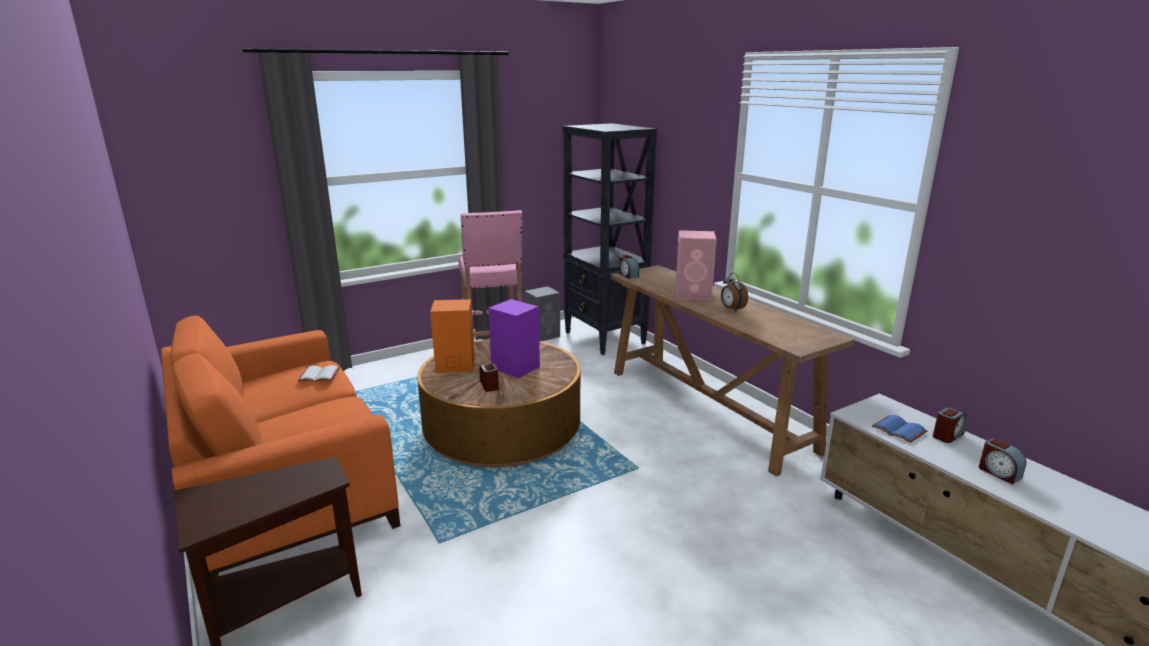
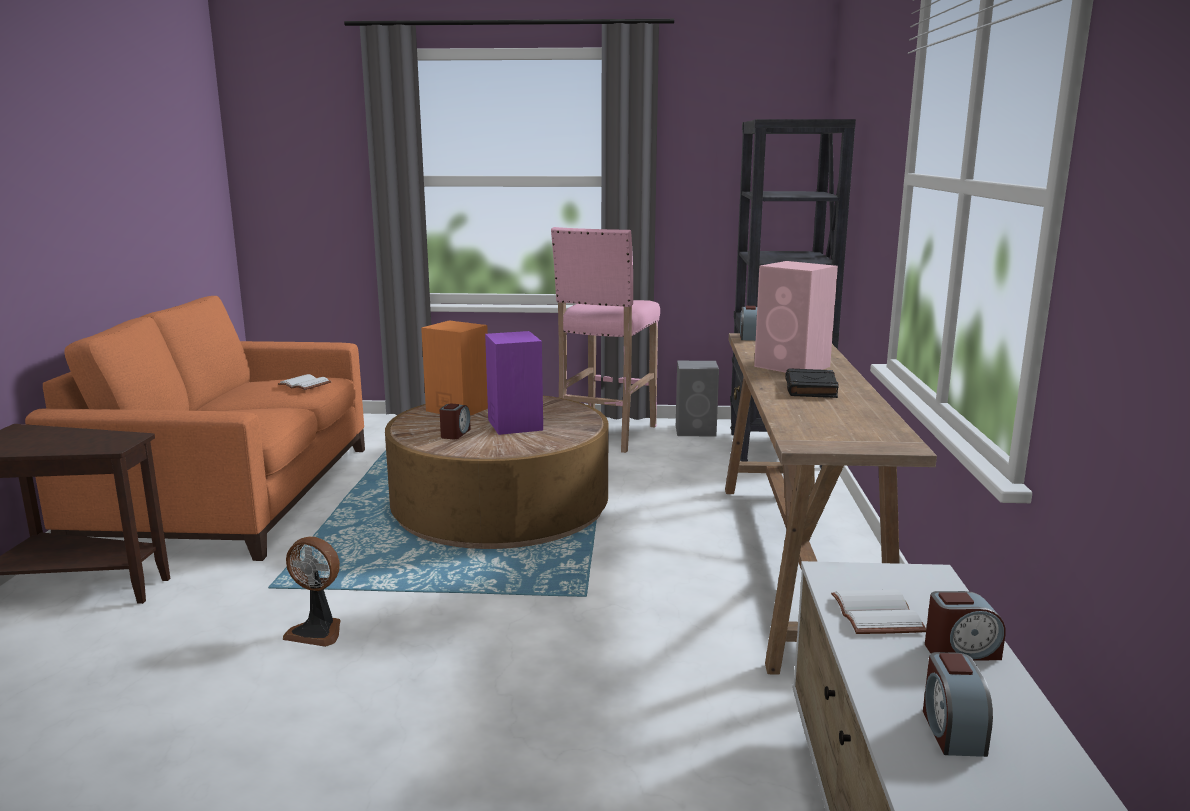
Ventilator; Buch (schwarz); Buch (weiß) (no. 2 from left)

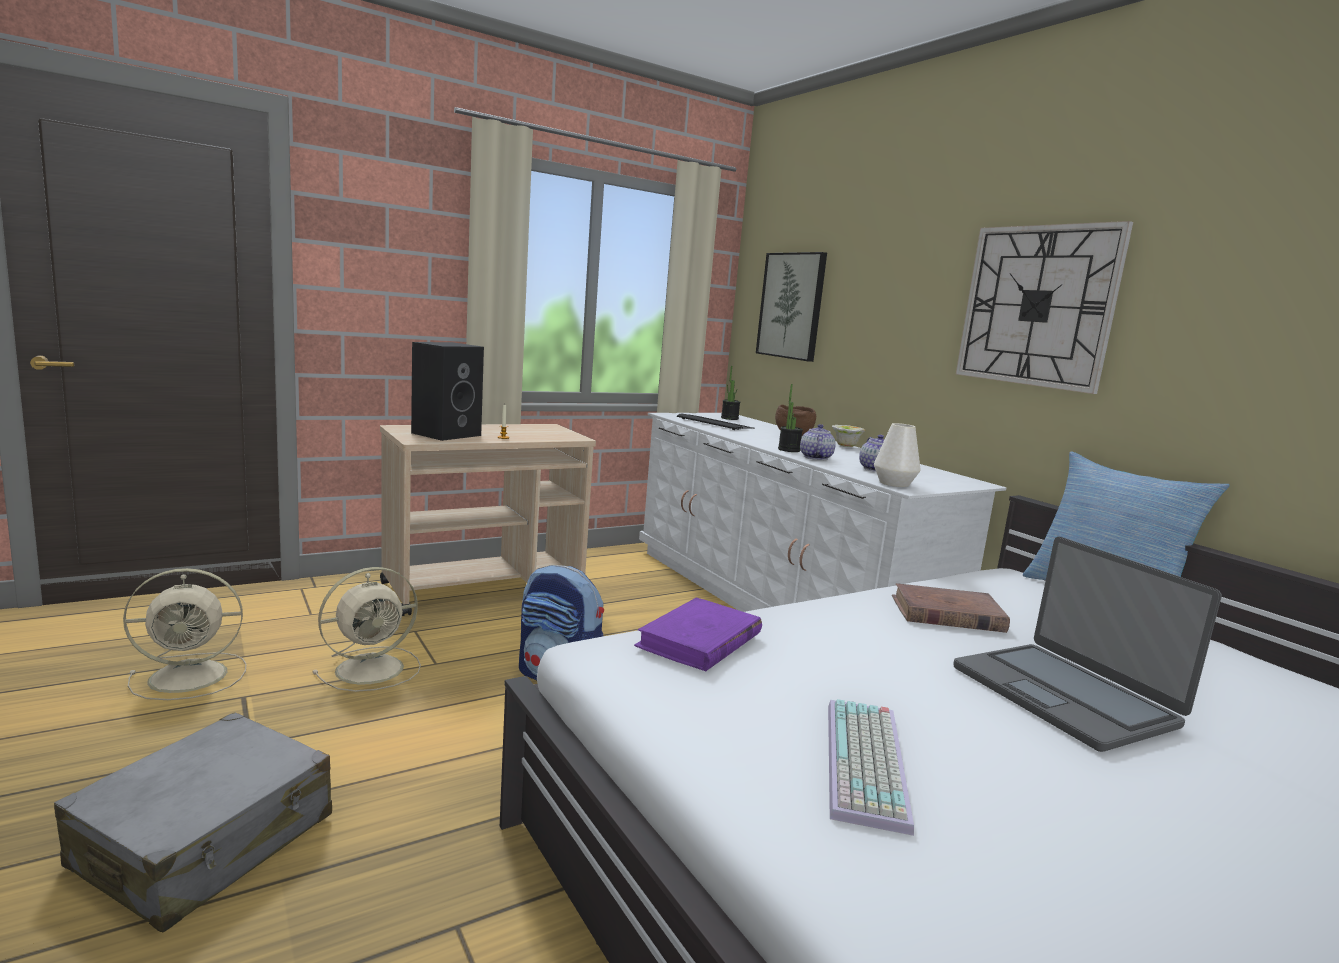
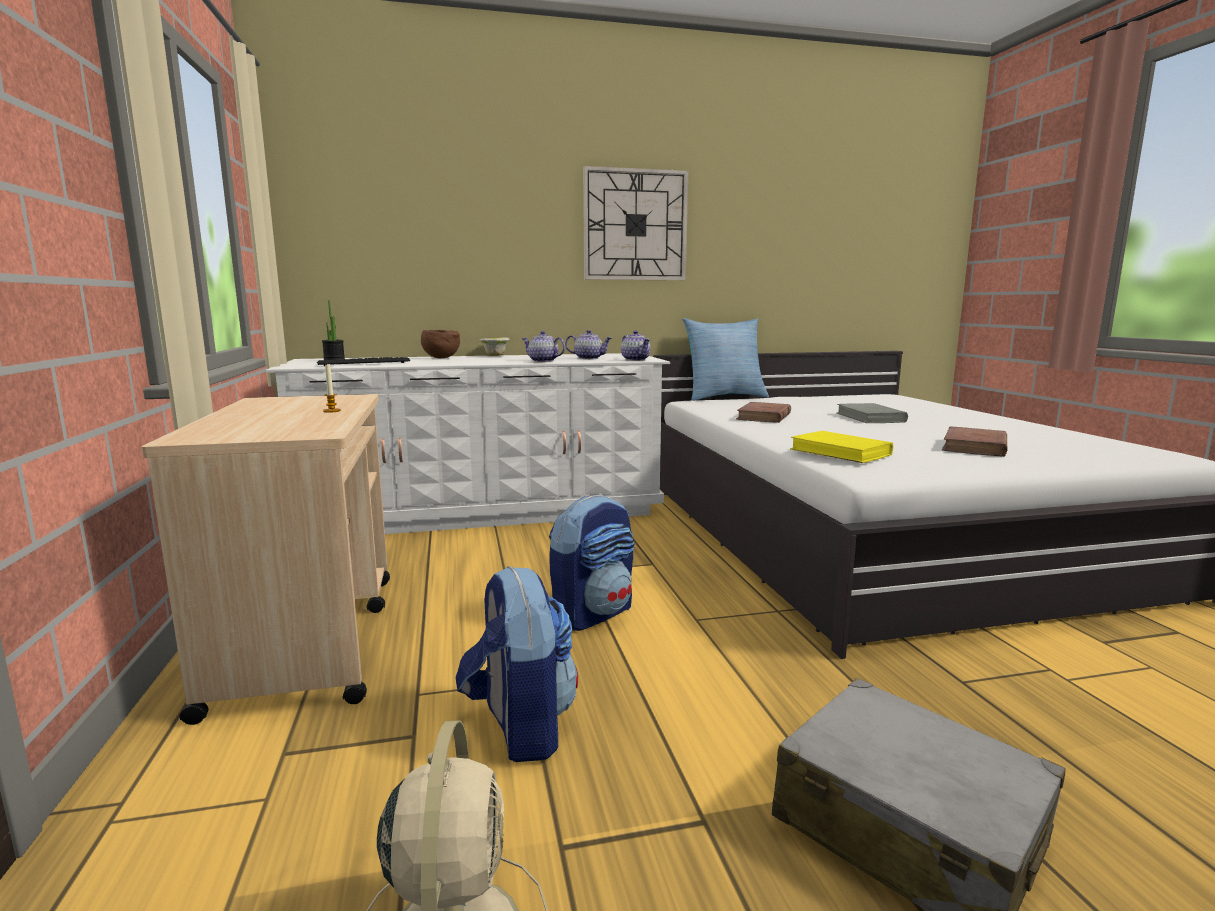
Rucksack (no. 1 from left); Teekanne (no. 3 from left); Buch (gelb); Buch (grau); Buch (braun) (no. 2 from left); Lautsprecher (schwarz); Bild; Topfpflanze (no. 2 from left in the first image)

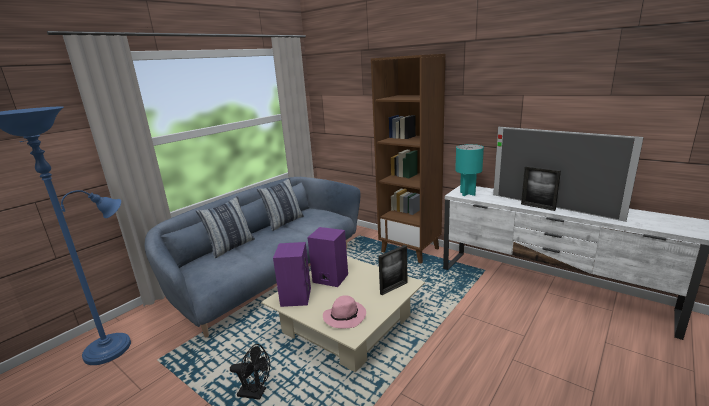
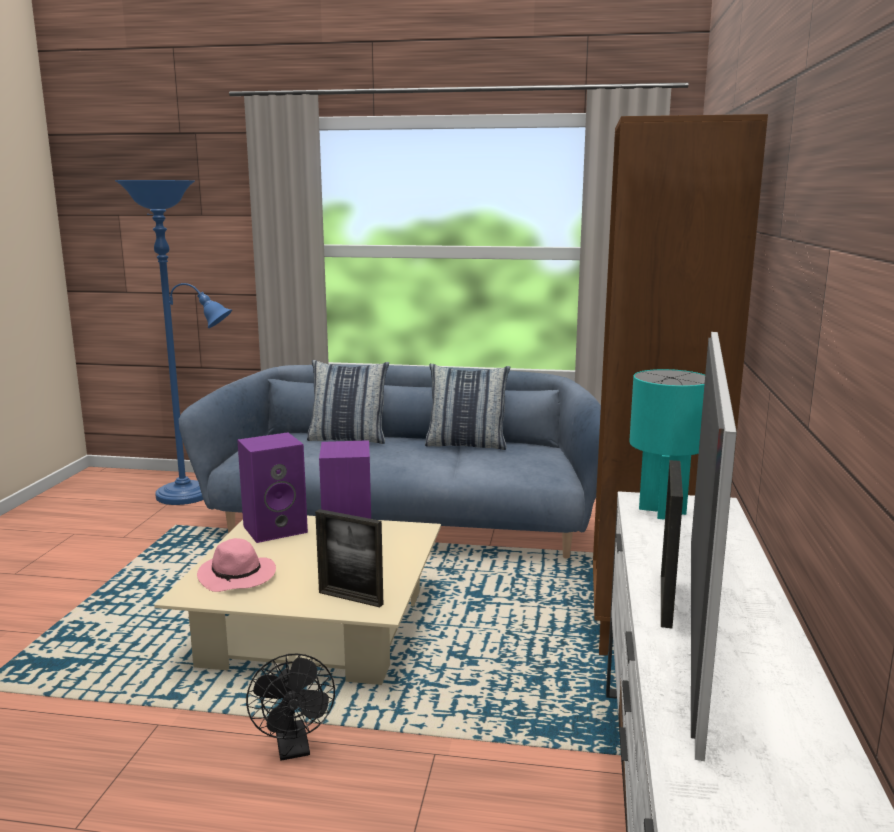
Ventilator (schwarz)

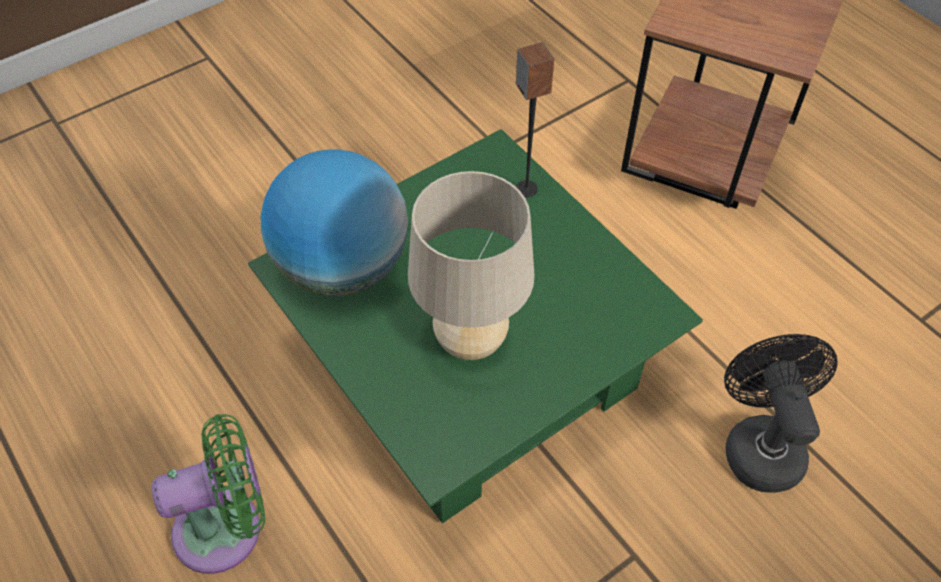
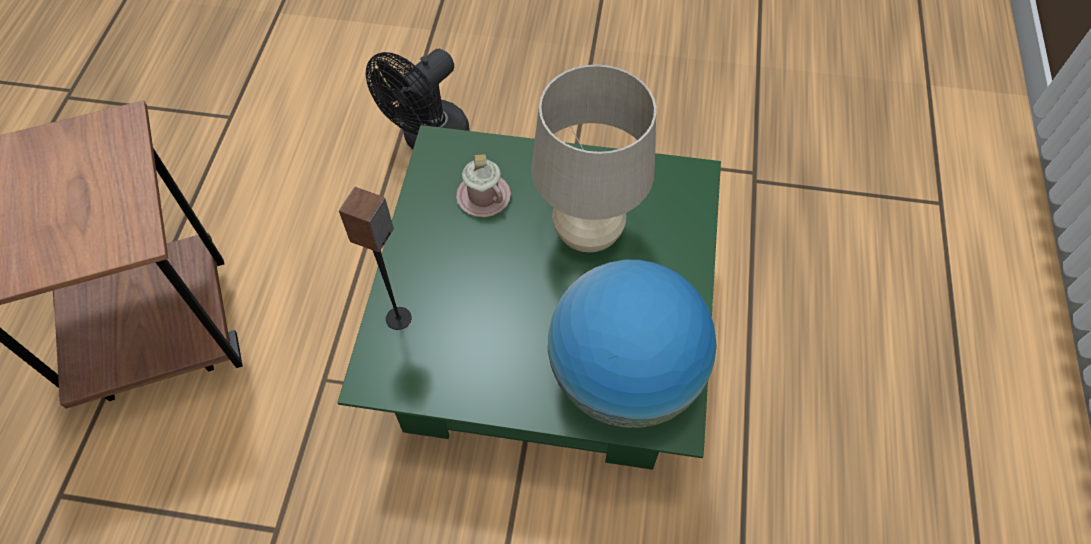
Henkelbecher (rosa); Ventilator (grün)

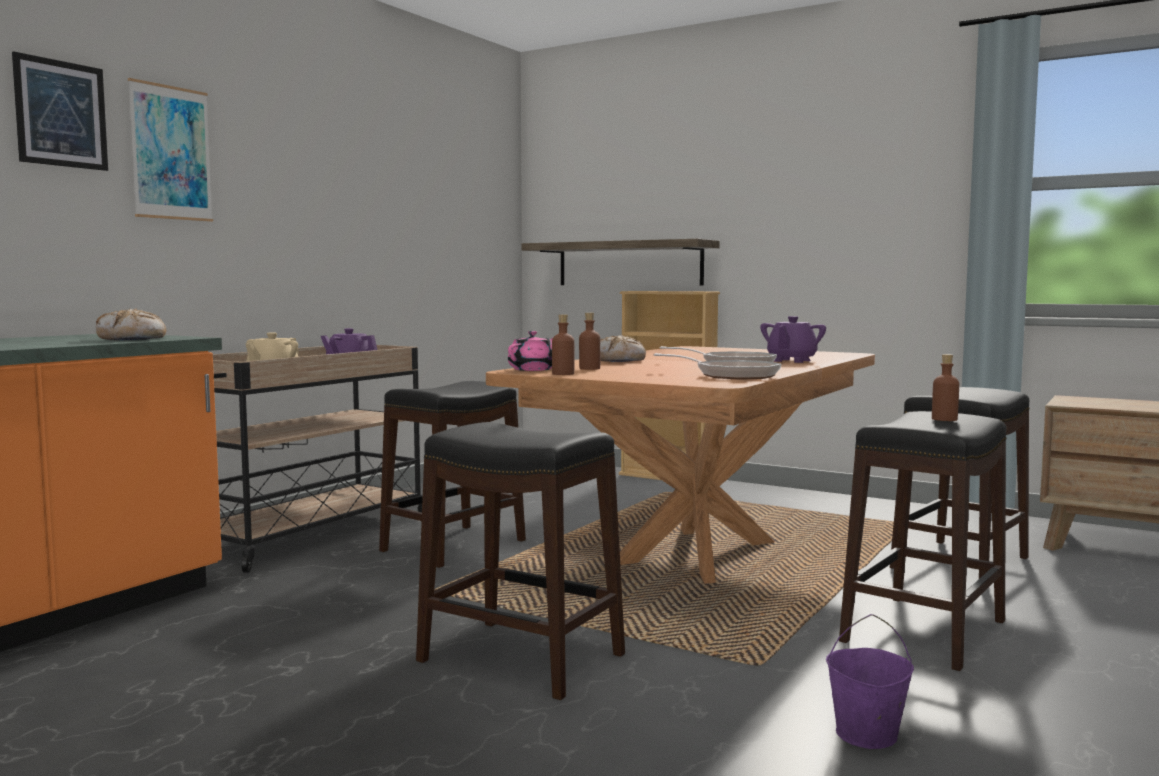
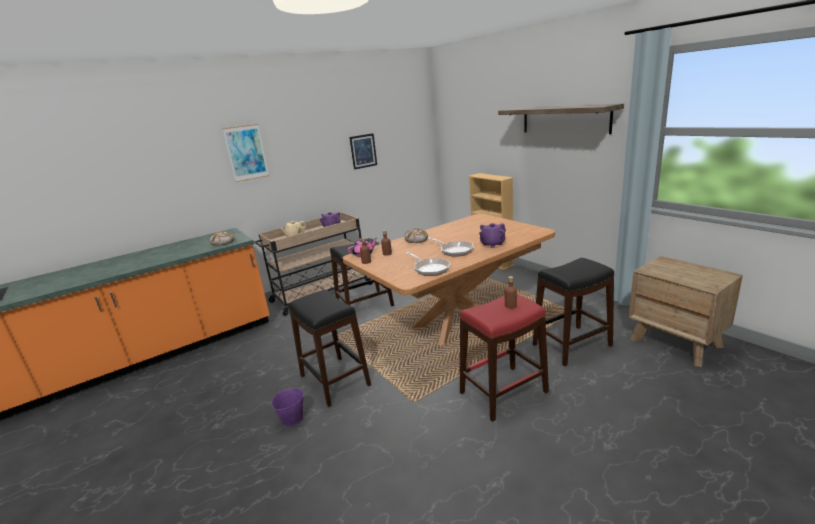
Eimer (lila); Bild (no. 2 from left); Hocker (rot); Wandregal

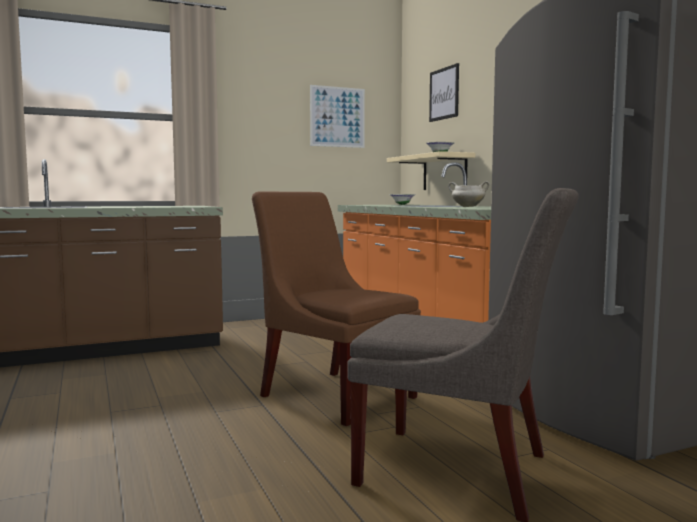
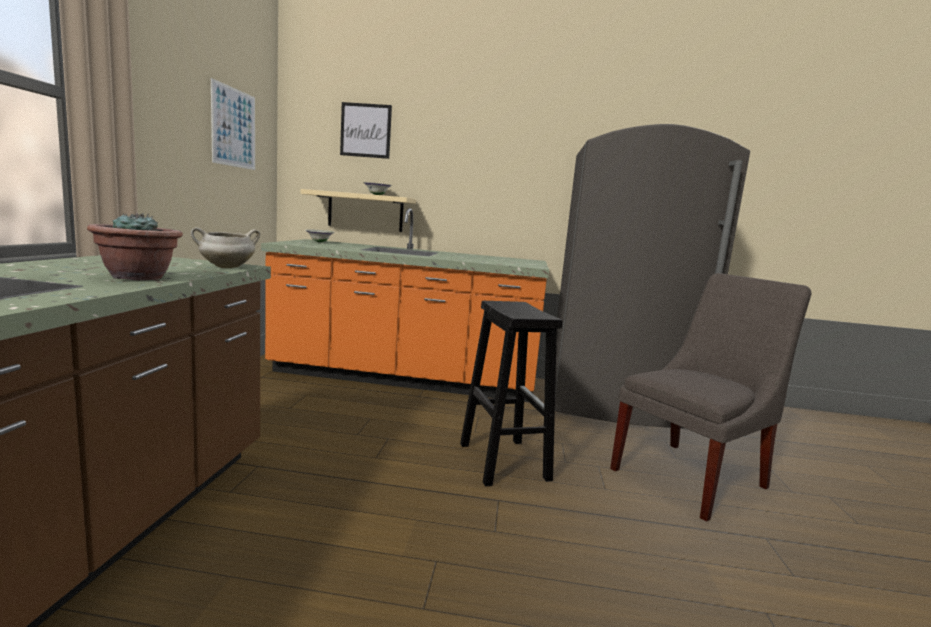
Topfpflanze; Kochtopf (weiß); Hocker (schwarz)

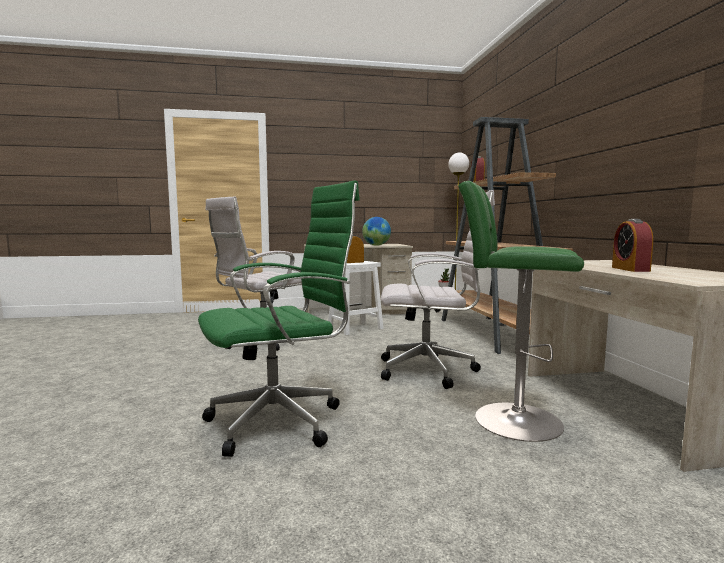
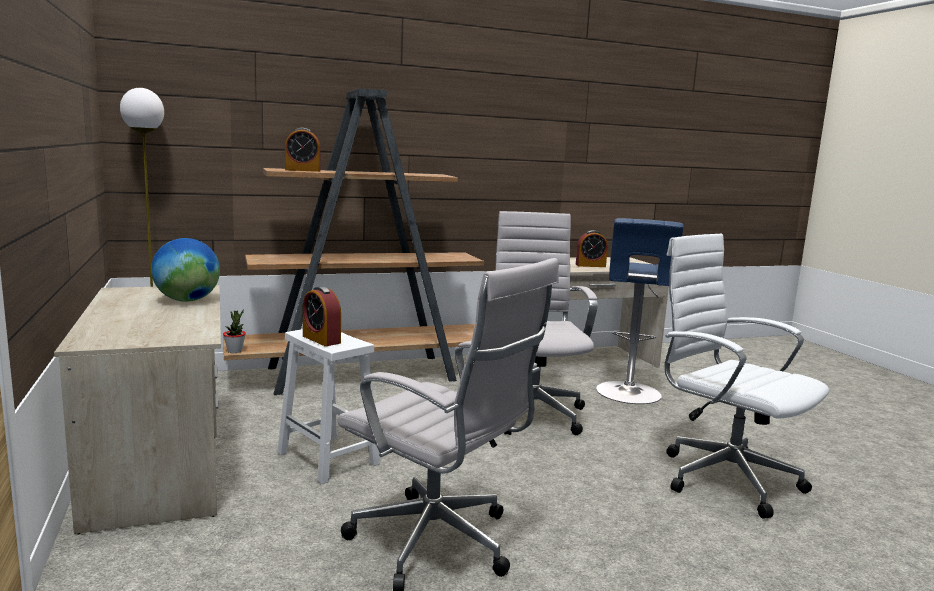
Hocker (blau); Bürostuhl (weiß) (no. 3 from left)

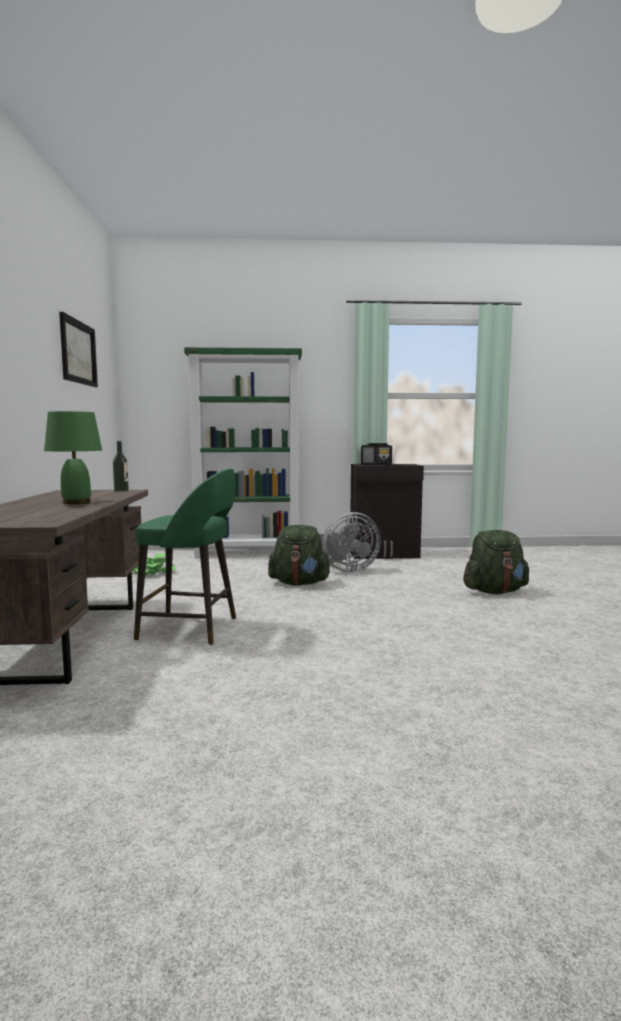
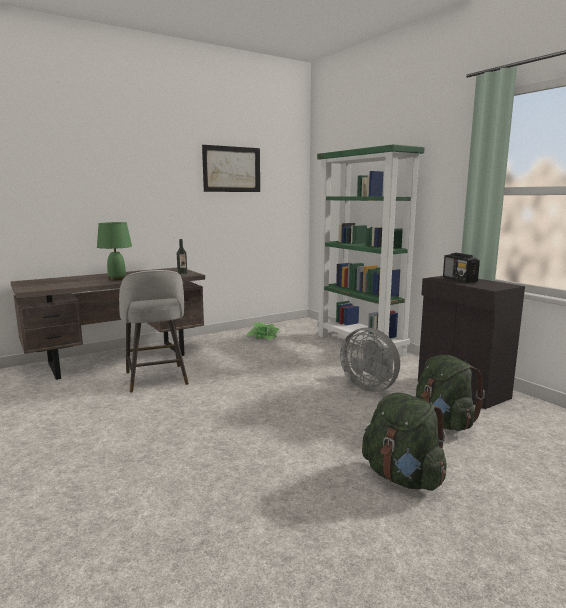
Hocker (grau); Rucksack (grün) (no. 2 from left)

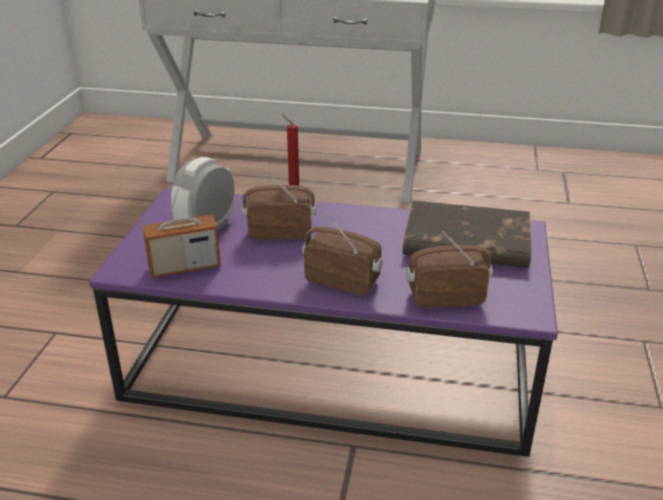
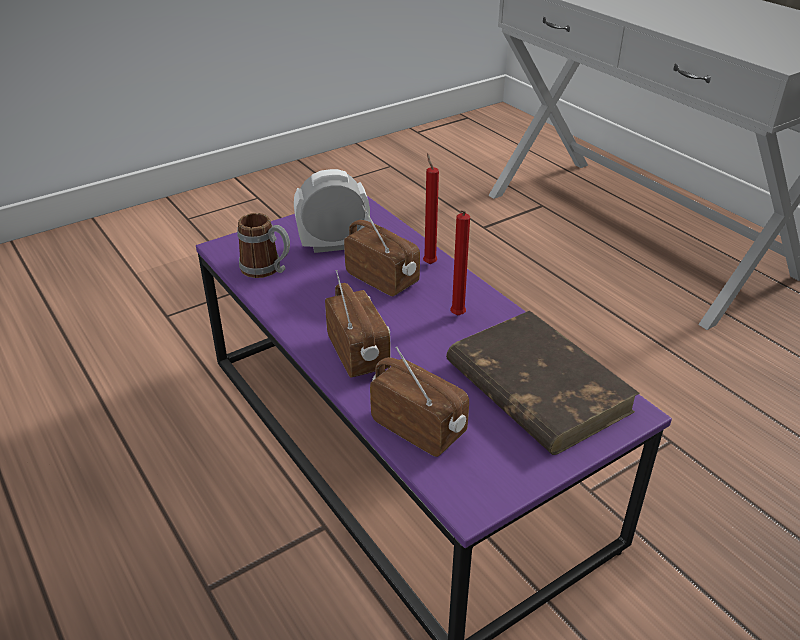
Henkelbecher; Kerze (rot) (no. 2 from left)

